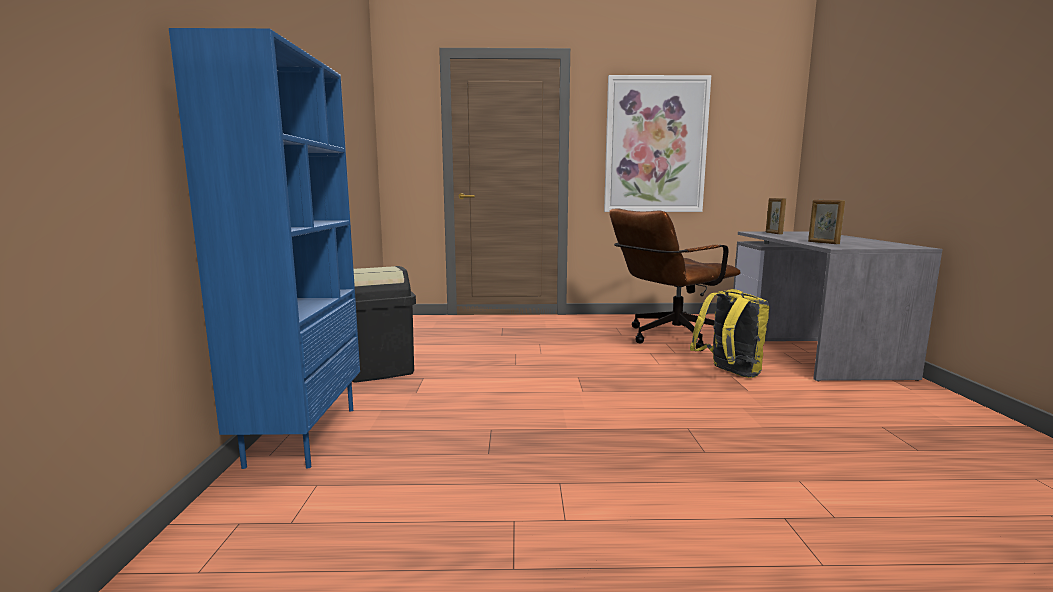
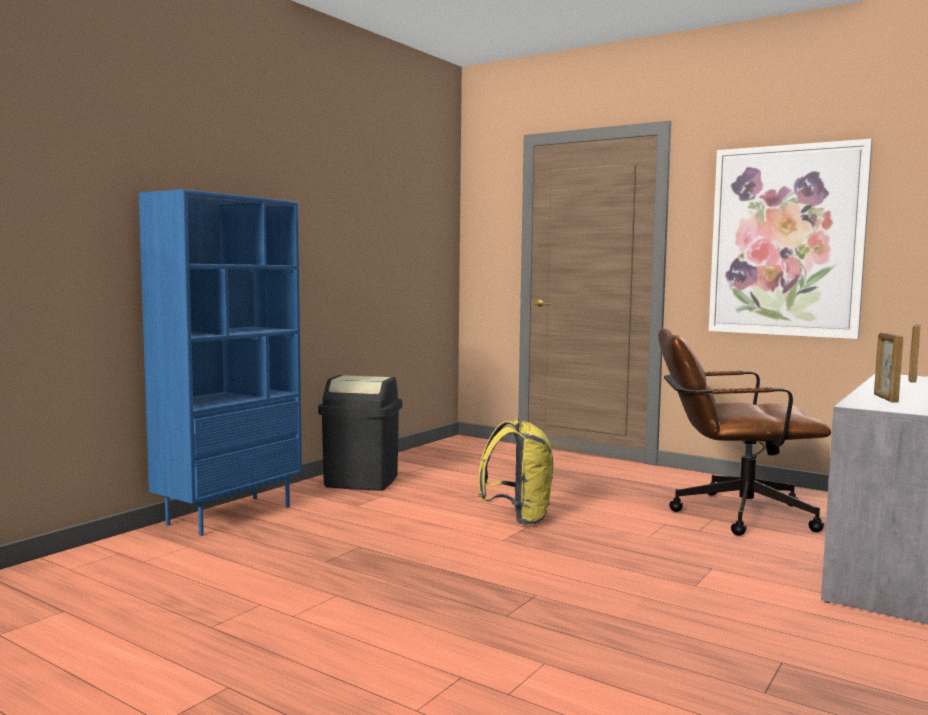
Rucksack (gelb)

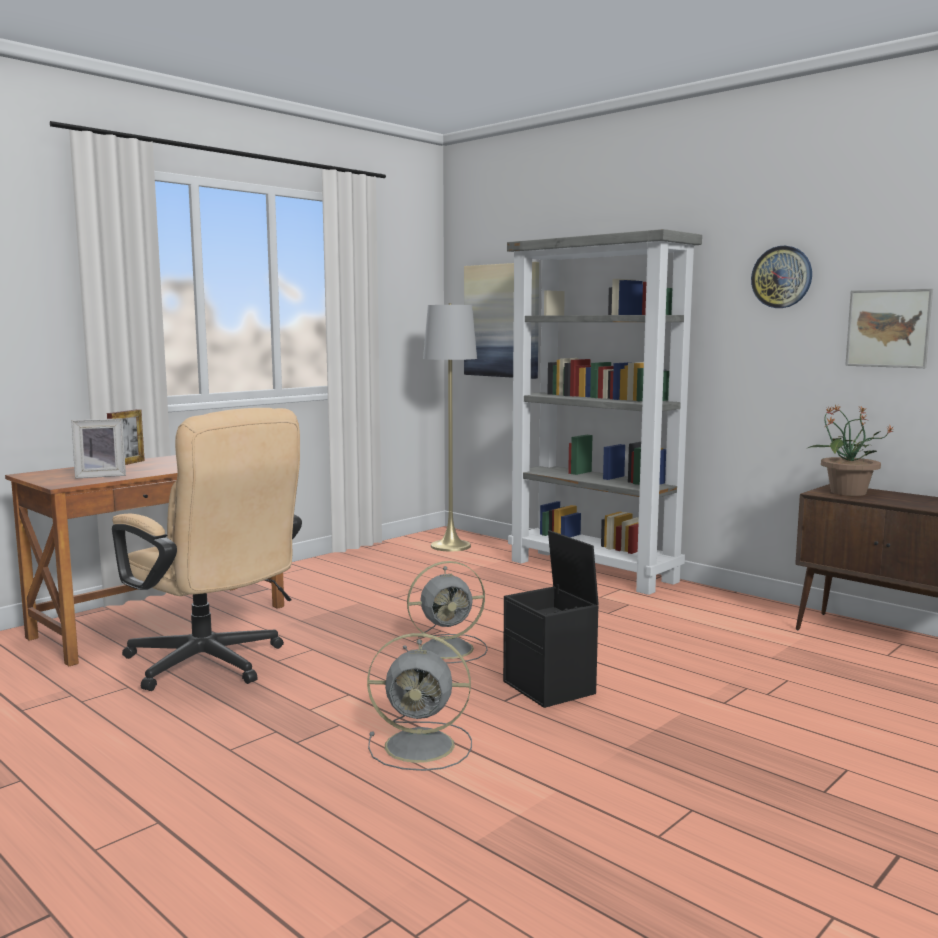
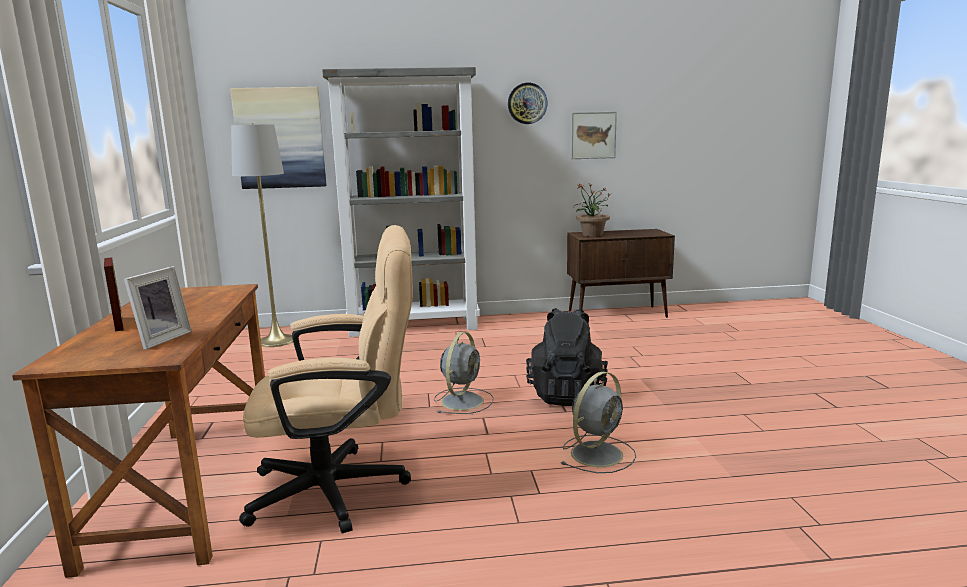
Rucksack (schwarz)

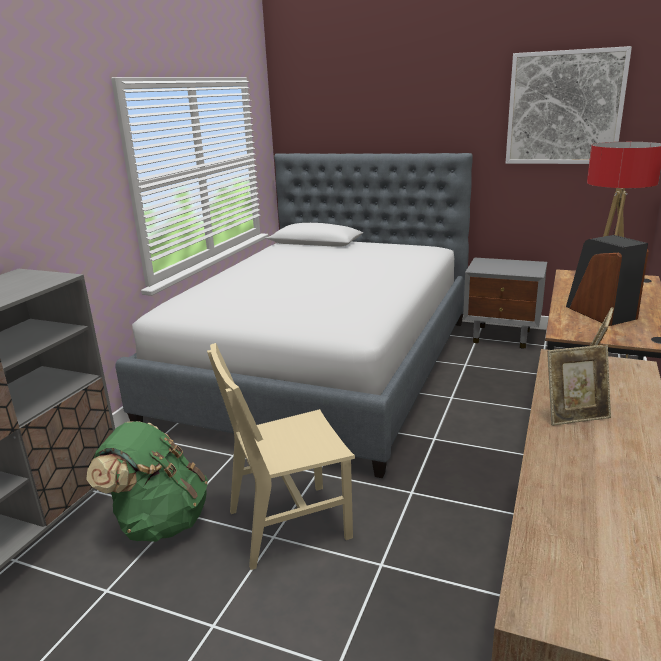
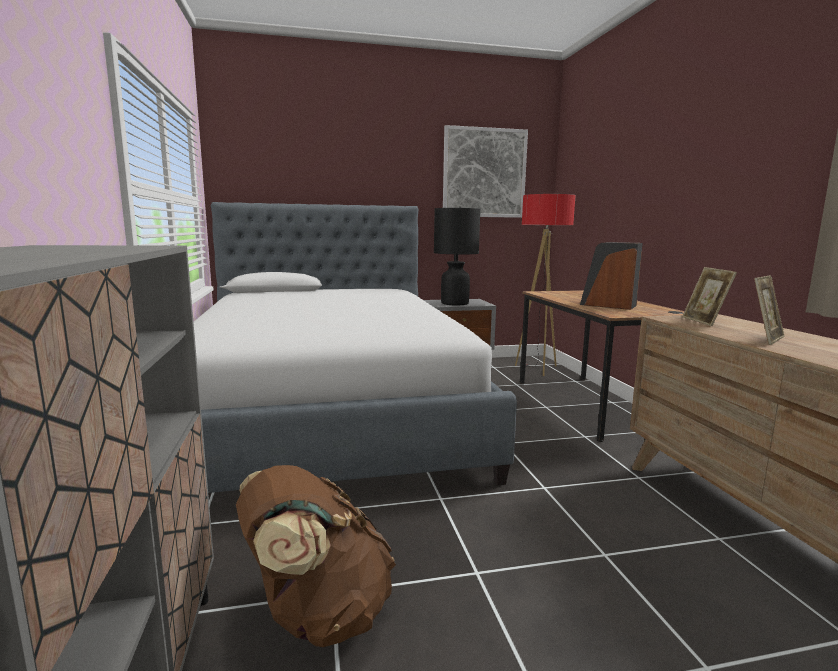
Rucksack (braun); Tischlampe (schwarz); Stuhl (beige)

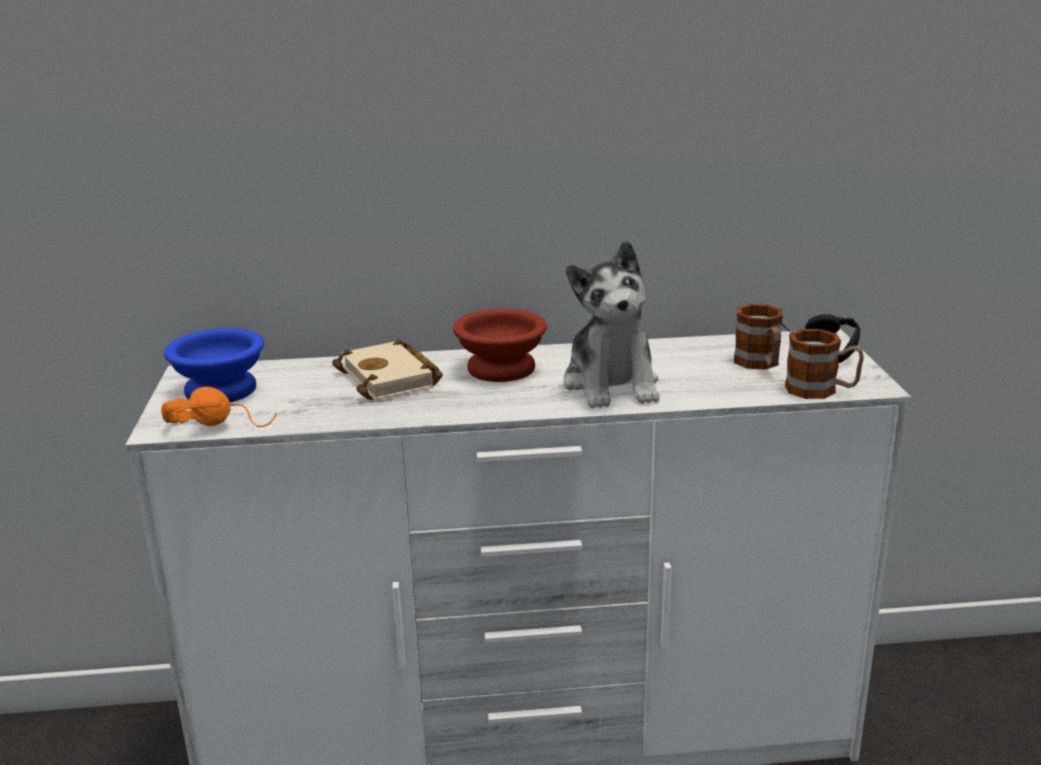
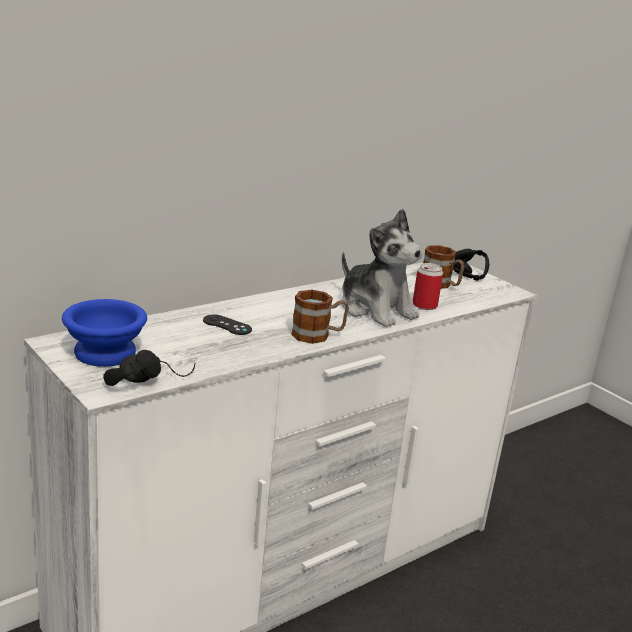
Kopfhörer (schwarz) (no. 1 from left); Gamepad (schwarz); Henkelbecher (no. 1 from left); Dose; Schüssel (braun)

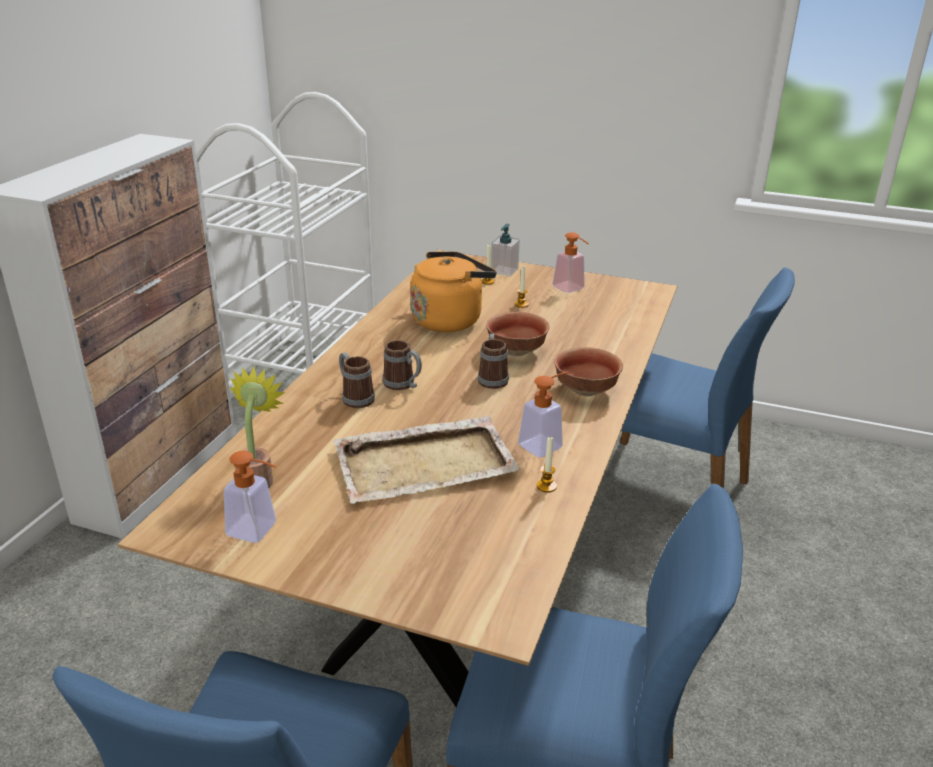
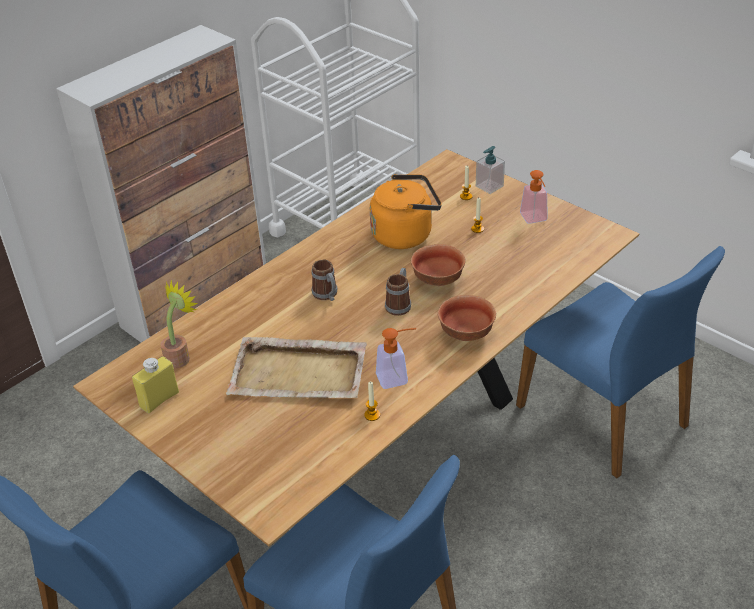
Flasche (gelb); Henkelbecher (no. 1 from left in the first image)

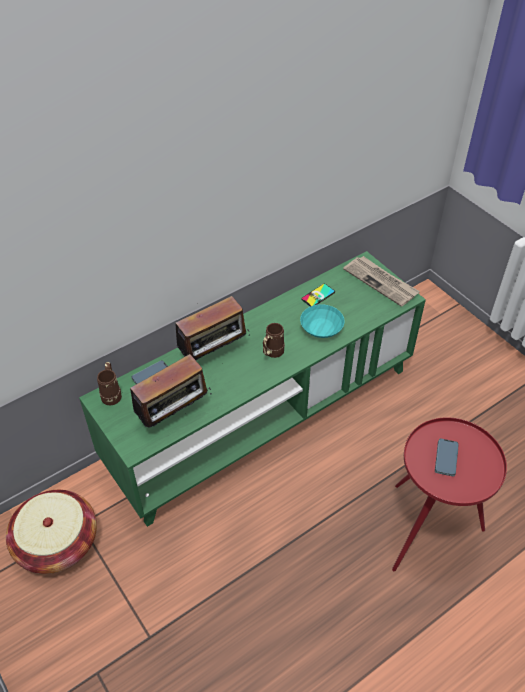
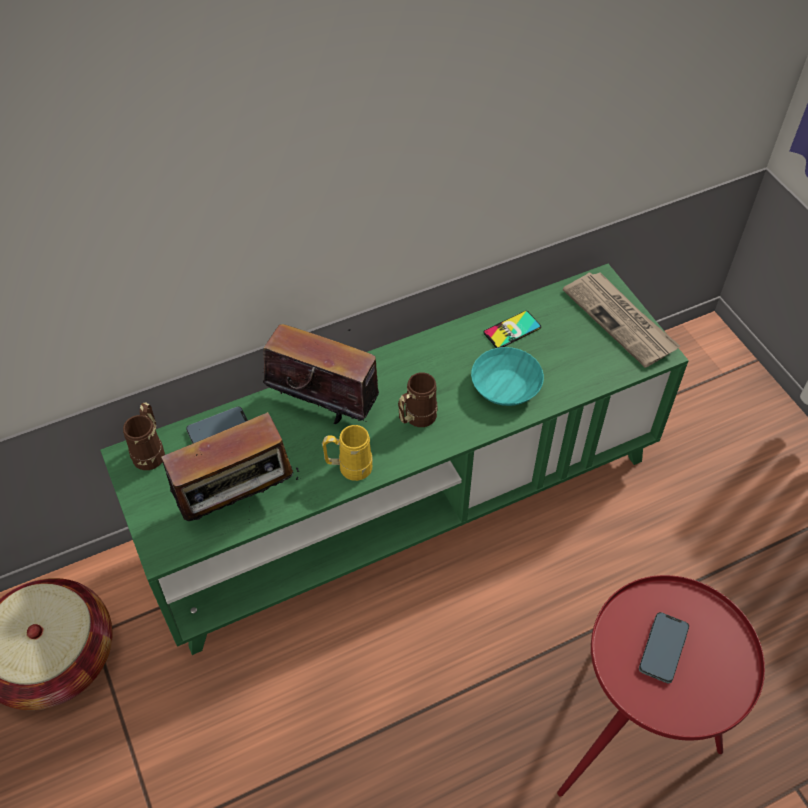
Radio (no. 2 from left); Henkelbecher (gelb)

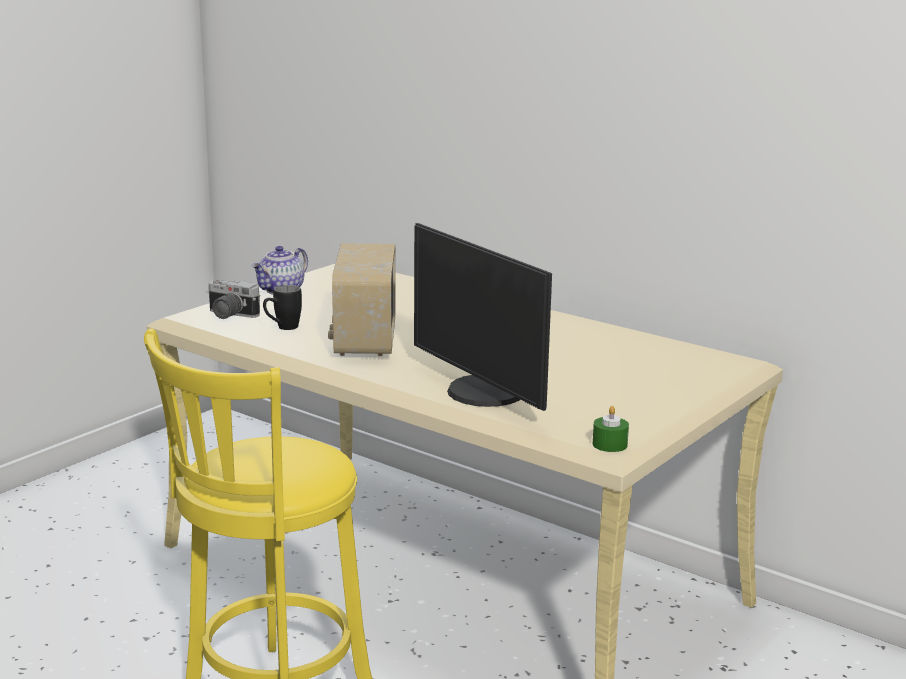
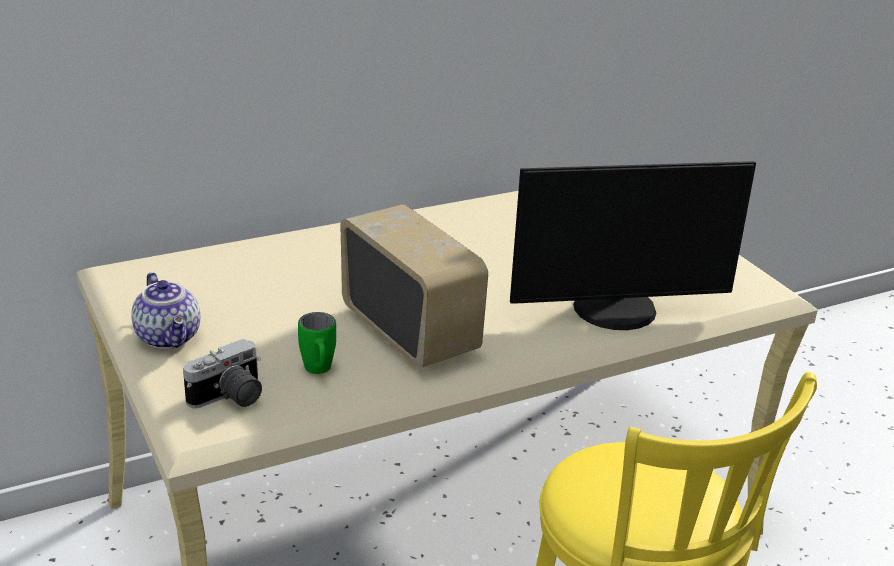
Henkelbecher (grün); Radio; Kerze (grün)

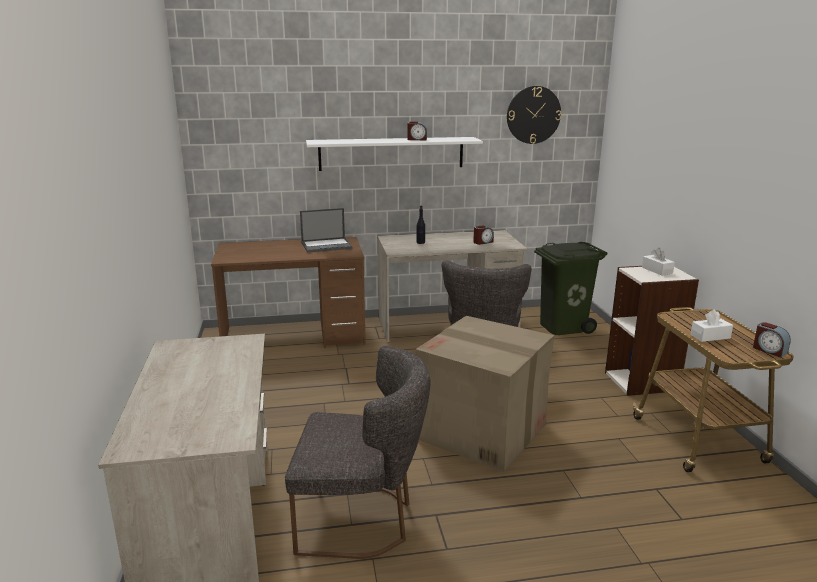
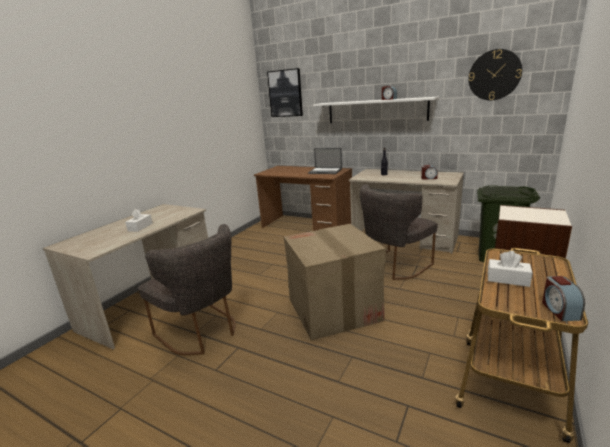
Taschentuchbox (weiß) (no. 1 from left); Bild

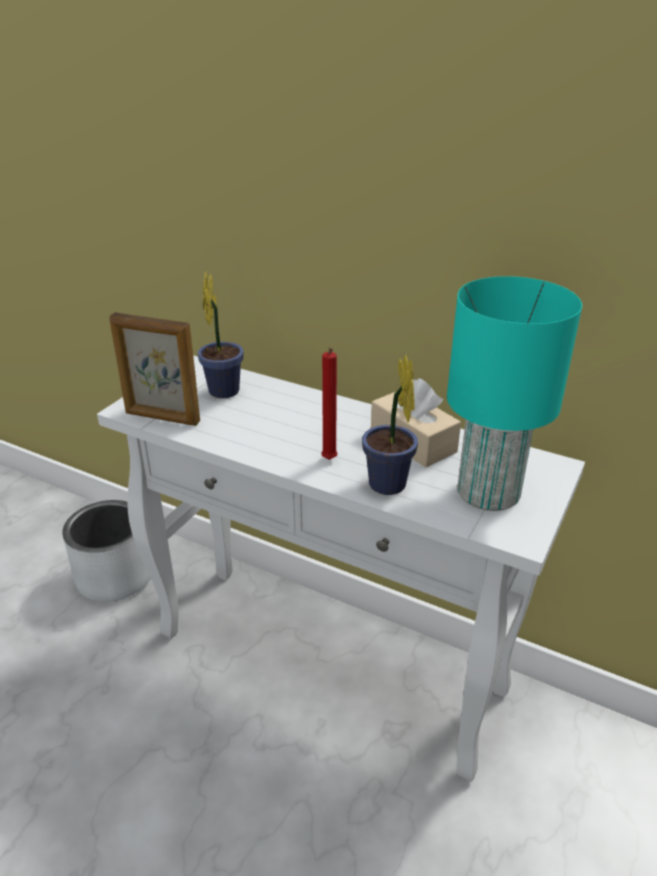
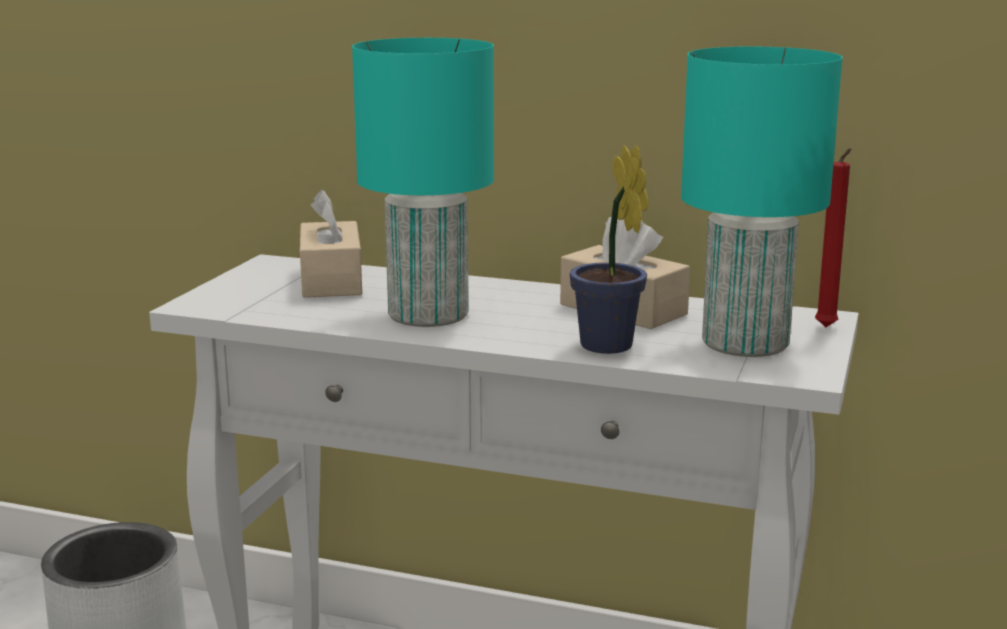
Taschentuchbox (beige) (no. 1 from left); Tischlampe (türkis) (no. 1 from left); Kerze (rot); Bilderrahmen

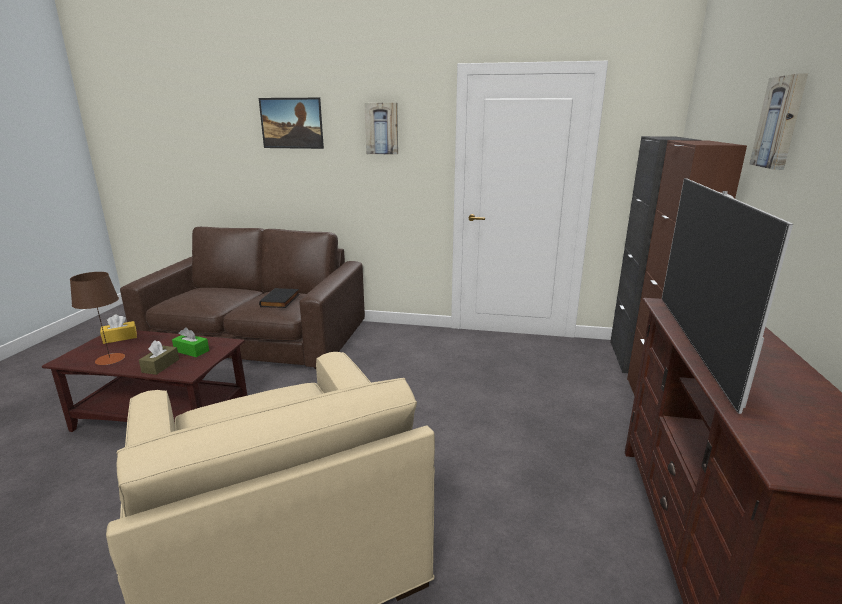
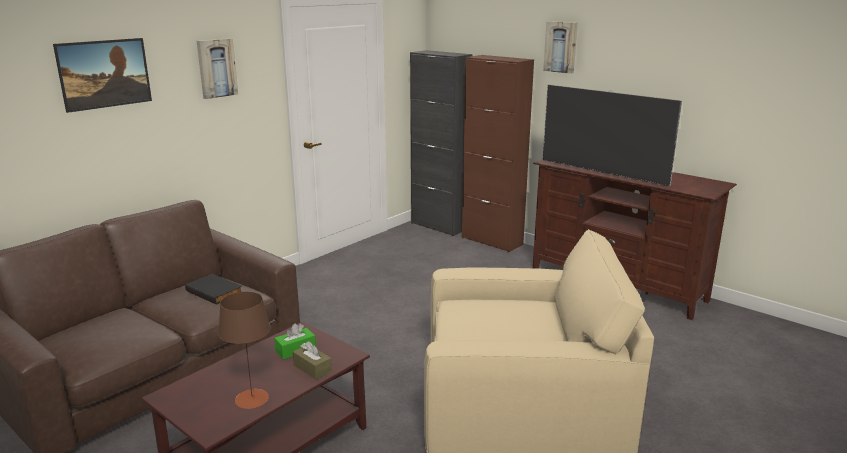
Taschentuchbox (gelb)

